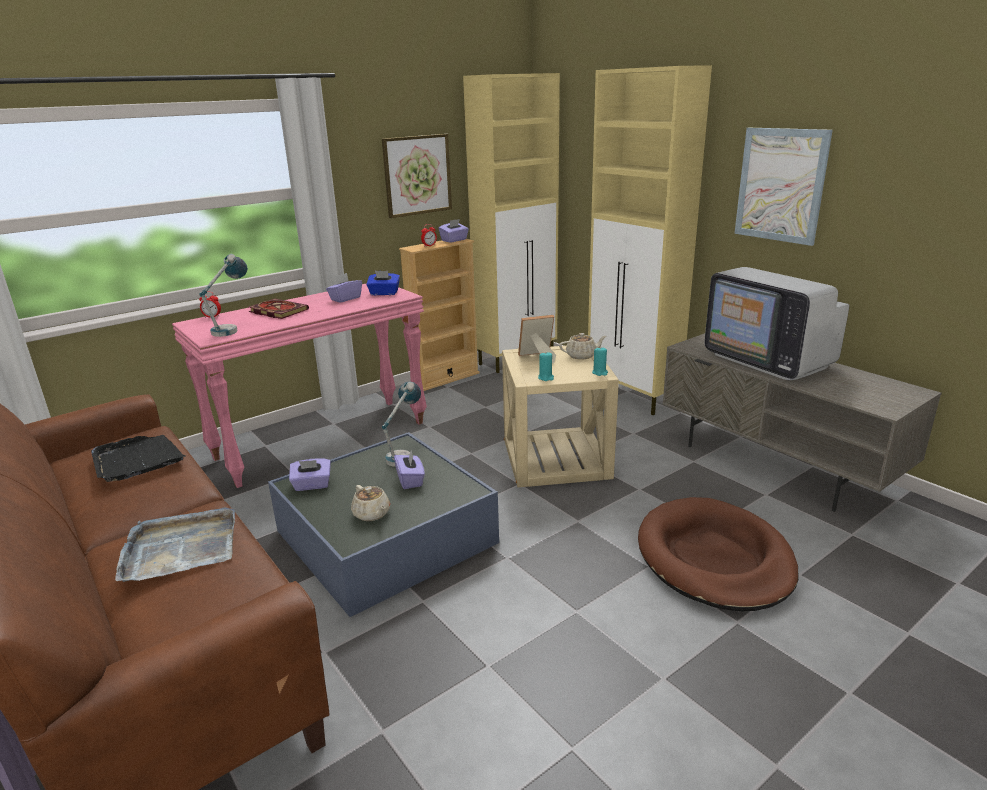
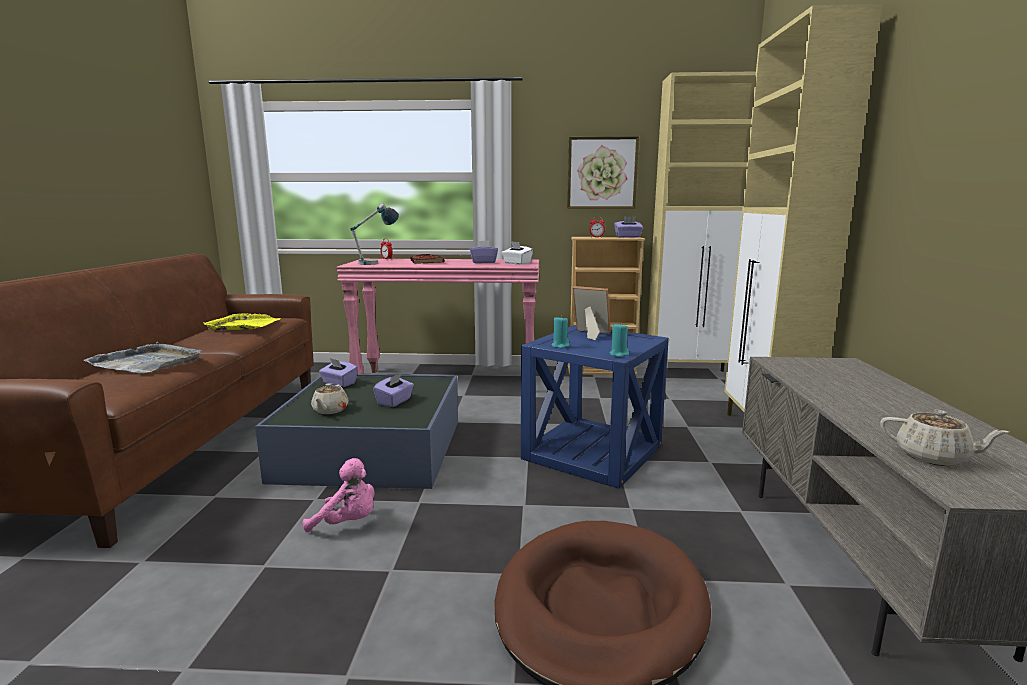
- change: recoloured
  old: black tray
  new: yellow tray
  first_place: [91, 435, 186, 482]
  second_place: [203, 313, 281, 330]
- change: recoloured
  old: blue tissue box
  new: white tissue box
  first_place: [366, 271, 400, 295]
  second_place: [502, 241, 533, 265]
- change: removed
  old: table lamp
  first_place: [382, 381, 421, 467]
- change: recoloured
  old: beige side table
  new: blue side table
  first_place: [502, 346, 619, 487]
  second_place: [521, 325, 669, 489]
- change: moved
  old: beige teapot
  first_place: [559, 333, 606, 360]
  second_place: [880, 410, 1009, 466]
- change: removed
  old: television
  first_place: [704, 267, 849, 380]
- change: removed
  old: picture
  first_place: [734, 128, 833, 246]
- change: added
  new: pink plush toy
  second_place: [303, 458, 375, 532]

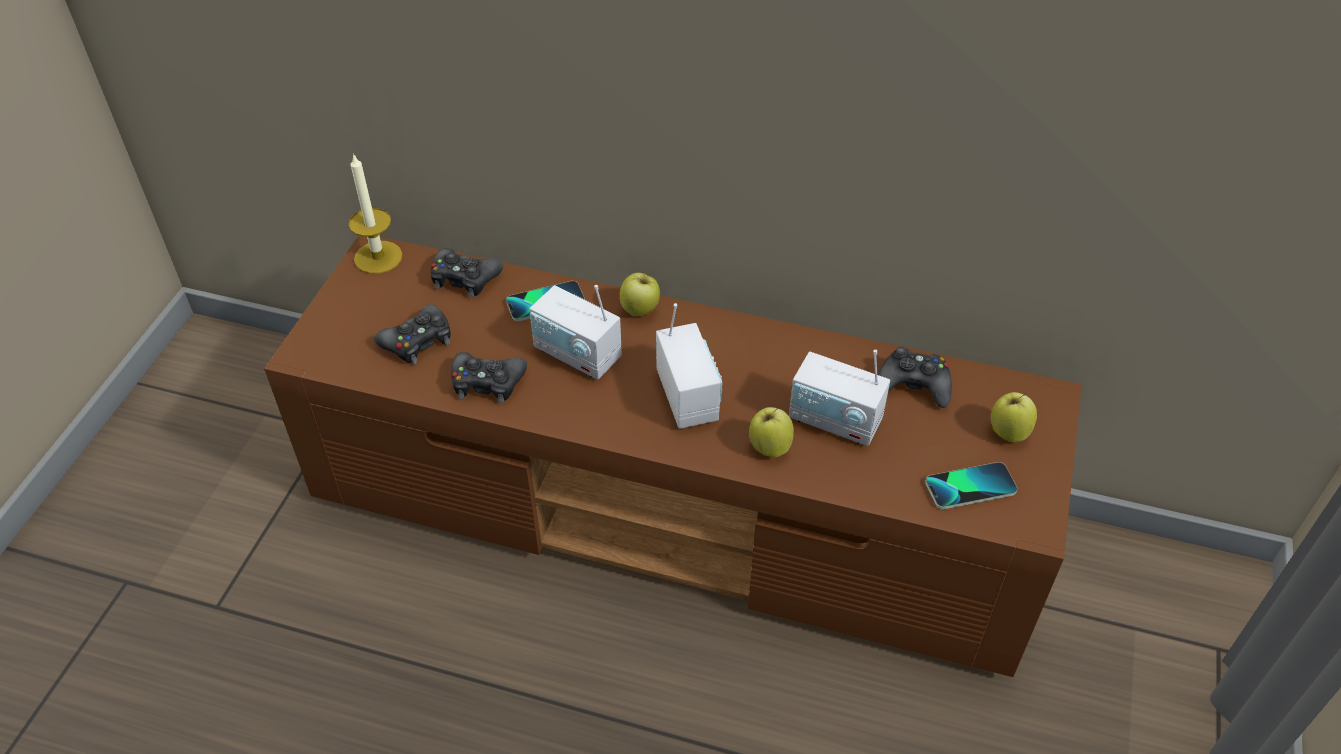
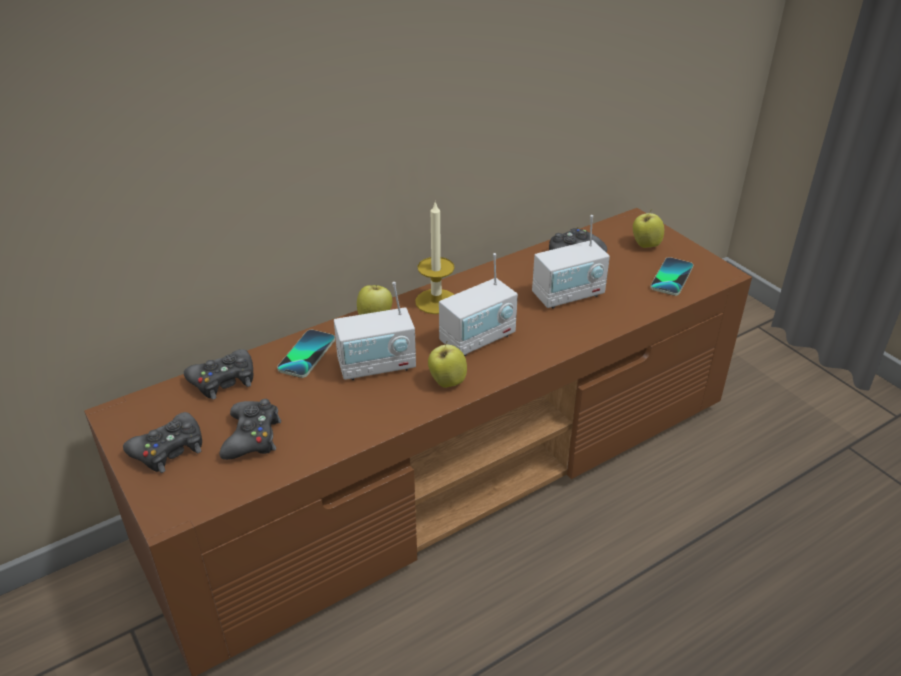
- change: moved
  old: candle
  first_place: [348, 153, 403, 274]
  second_place: [415, 202, 455, 314]
- change: moved
  old: black game controller
  first_place: [451, 352, 527, 404]
  second_place: [123, 412, 202, 473]
- change: turned
  old: radio
  first_place: [656, 303, 722, 429]
  second_place: [439, 253, 518, 356]
  degrees: 120
- change: moved
  old: apple
  first_place: [749, 407, 794, 458]
  second_place: [428, 342, 467, 388]

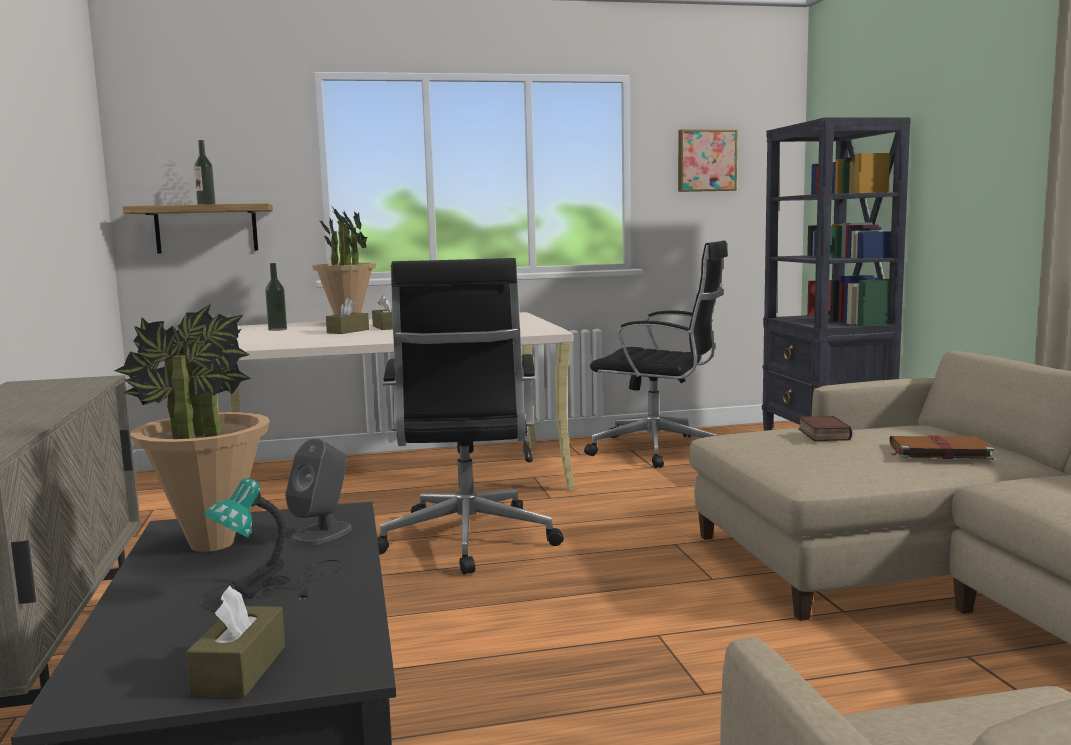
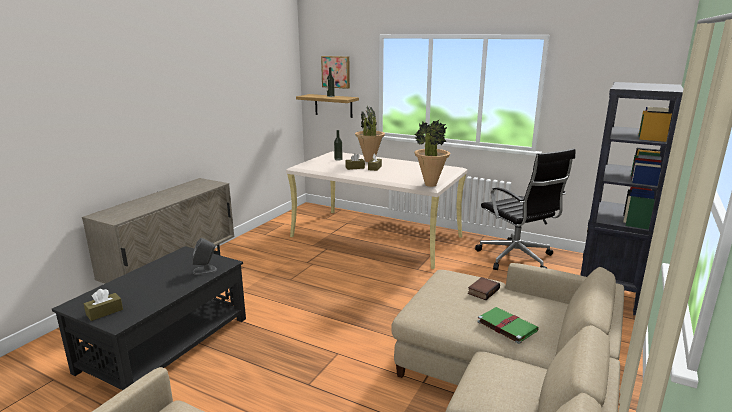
- change: moved
  old: potted plant
  first_place: [114, 304, 270, 552]
  second_place: [414, 119, 450, 187]
- change: removed
  old: table lamp
  first_place: [200, 478, 343, 612]
- change: removed
  old: black office chair
  first_place: [377, 258, 564, 575]
- change: moved
  old: picture
  first_place: [678, 129, 737, 192]
  second_place: [321, 56, 350, 89]
- change: recoloured
  old: brown book
  new: green book
  first_place: [890, 436, 995, 460]
  second_place: [477, 307, 539, 344]

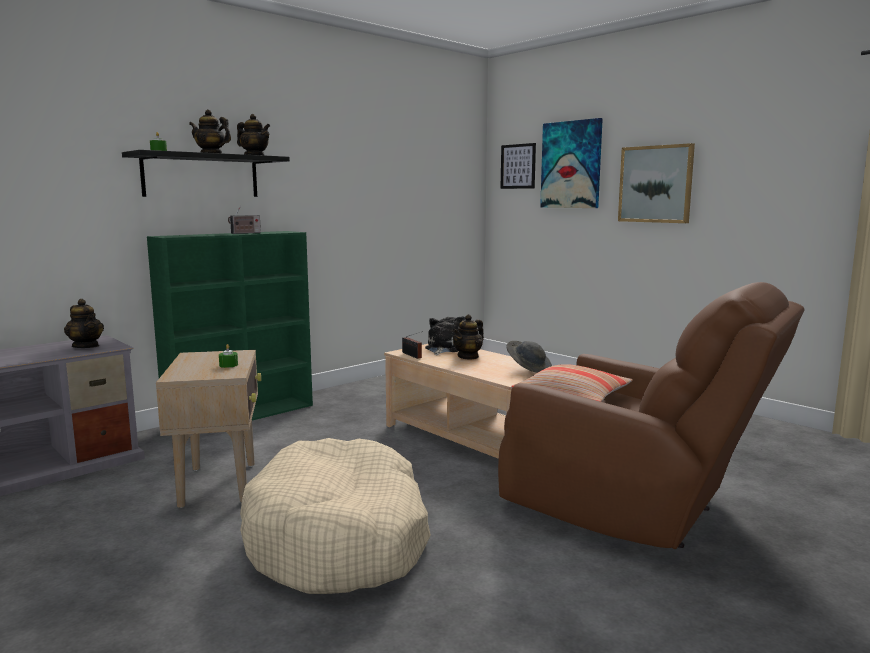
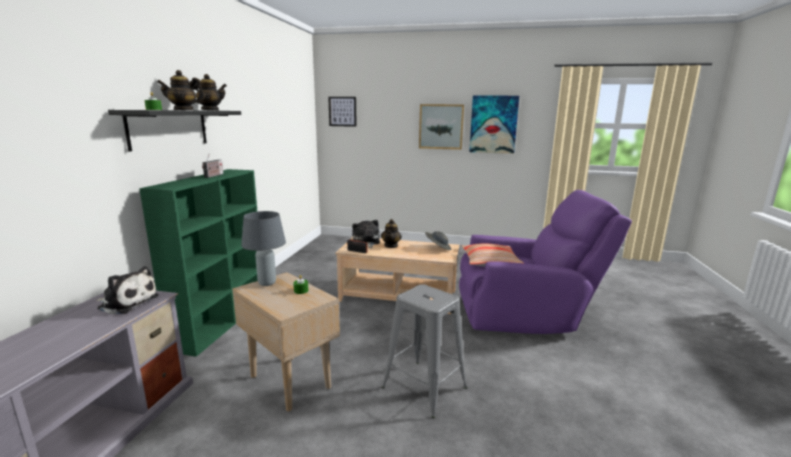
- change: replaced
  old: teapot
  new: plush toy
  first_place: [64, 299, 104, 348]
  second_place: [96, 266, 159, 314]
- change: replaced
  old: beige dog bed
  new: grey stool
  first_place: [240, 438, 431, 594]
  second_place: [382, 284, 468, 418]
- change: recoloured
  old: brown armchair
  new: purple armchair
  first_place: [498, 282, 805, 549]
  second_place: [459, 190, 632, 334]
- change: moved
  old: picture
  first_place: [540, 118, 603, 208]
  second_place: [469, 95, 519, 154]
- change: added
  new: grey table lamp
  second_place: [241, 211, 286, 286]

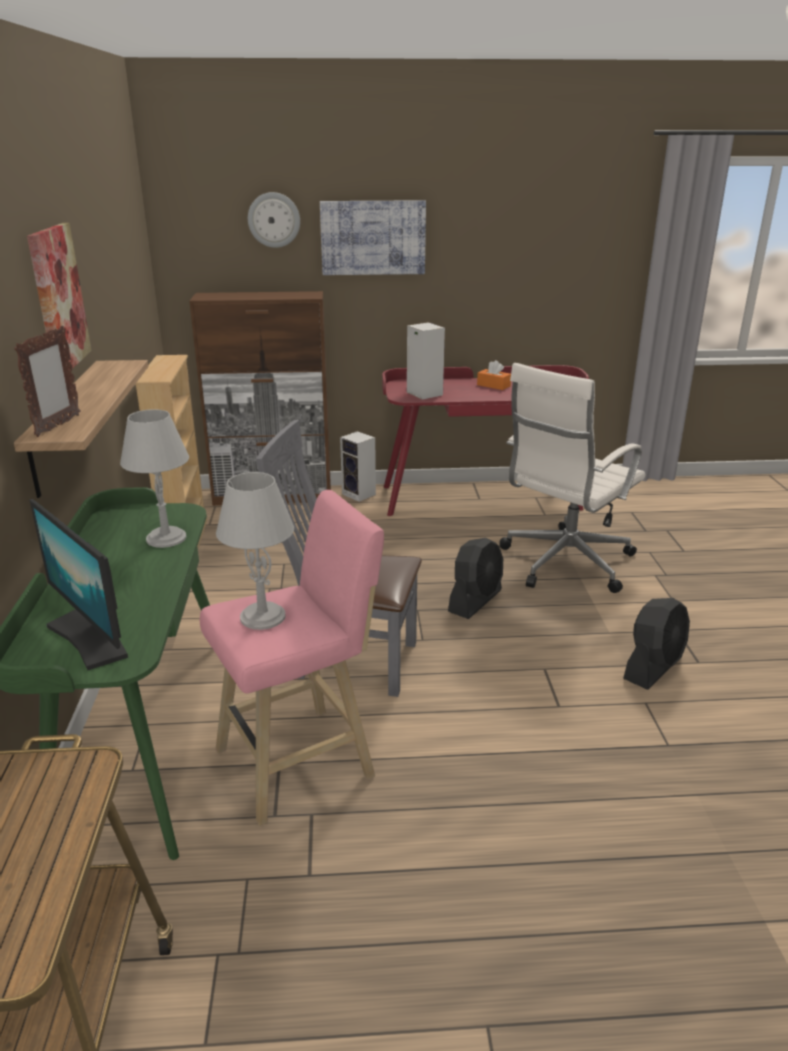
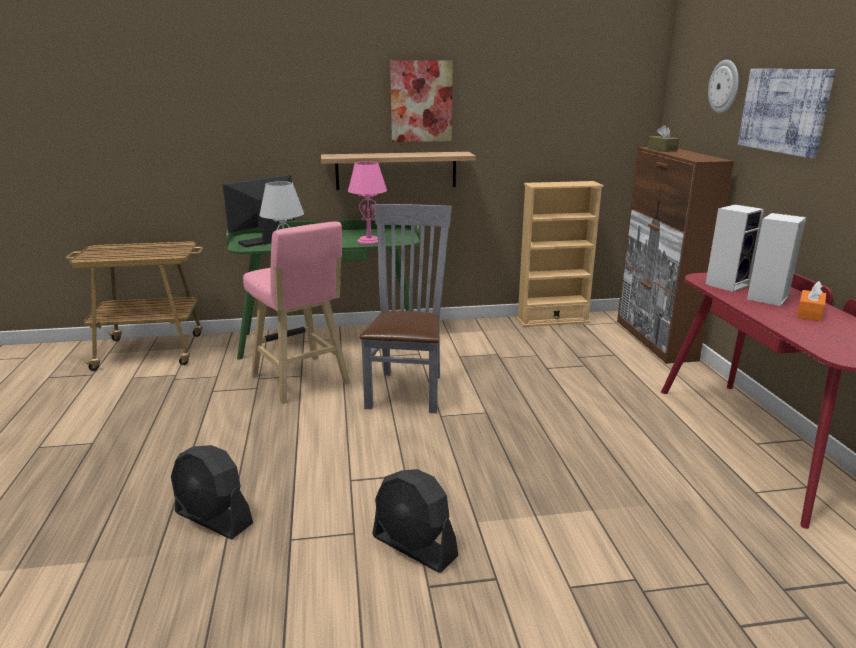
- change: removed
  old: picture frame
  first_place: [14, 326, 81, 437]
- change: recoloured
  old: grey table lamp
  new: pink table lamp
  first_place: [120, 409, 189, 548]
  second_place: [348, 162, 387, 244]
- change: moved
  old: speaker
  first_place: [340, 431, 376, 502]
  second_place: [747, 213, 806, 306]
- change: moved
  old: black fan
  first_place: [448, 538, 503, 619]
  second_place: [171, 445, 253, 539]
- change: removed
  old: white office chair
  first_place: [499, 363, 645, 593]
- change: added
  new: brown tissue box
  second_place: [648, 125, 679, 152]

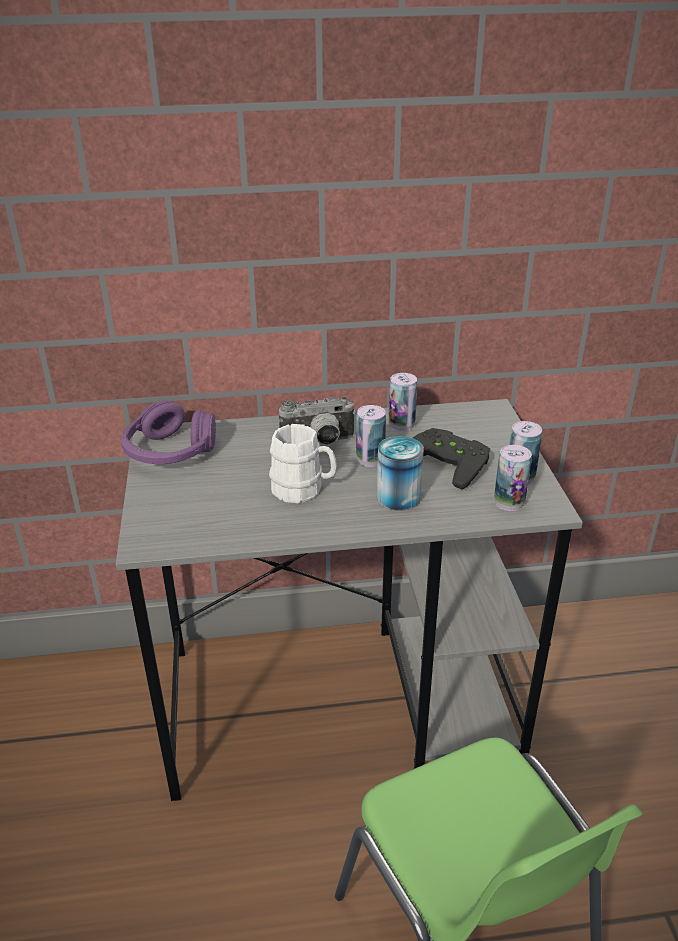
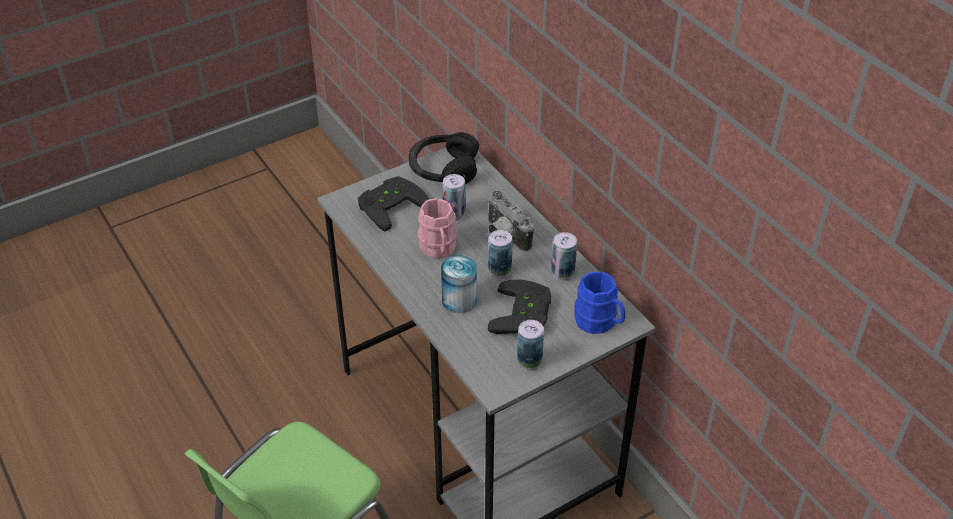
- change: recoloured
  old: purple headphones
  new: black headphones
  first_place: [121, 401, 216, 465]
  second_place: [409, 132, 479, 184]
- change: recoloured
  old: white mug
  new: pink mug
  first_place: [269, 424, 337, 503]
  second_place: [418, 198, 456, 259]
- change: moved
  old: can
  first_place: [494, 445, 532, 511]
  second_place: [443, 174, 466, 221]
- change: added
  new: black game controller
  second_place: [358, 176, 429, 232]
- change: added
  new: blue mug
  second_place: [574, 271, 625, 334]

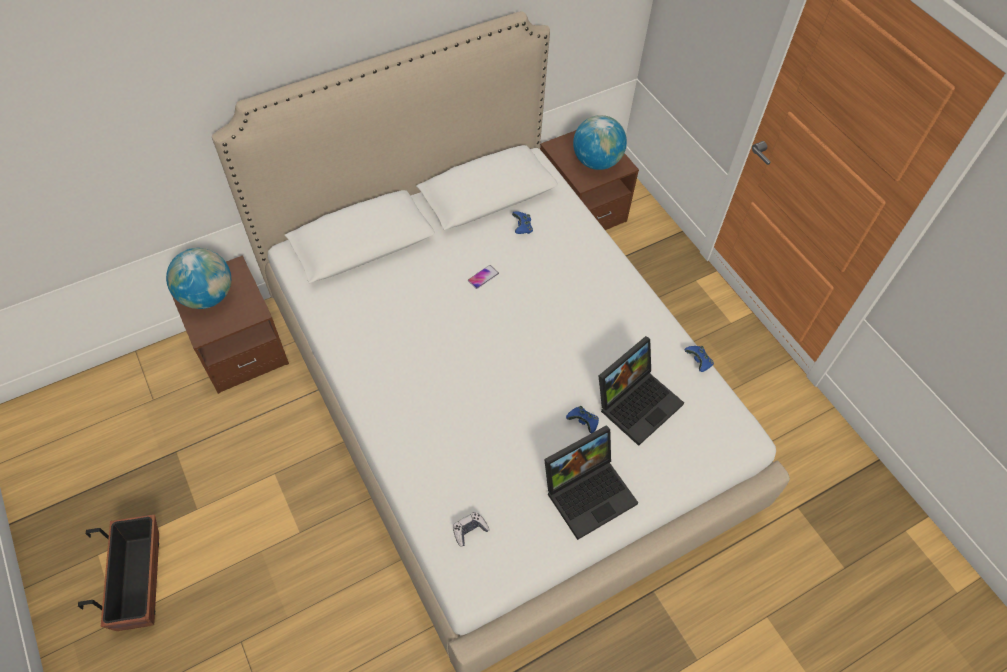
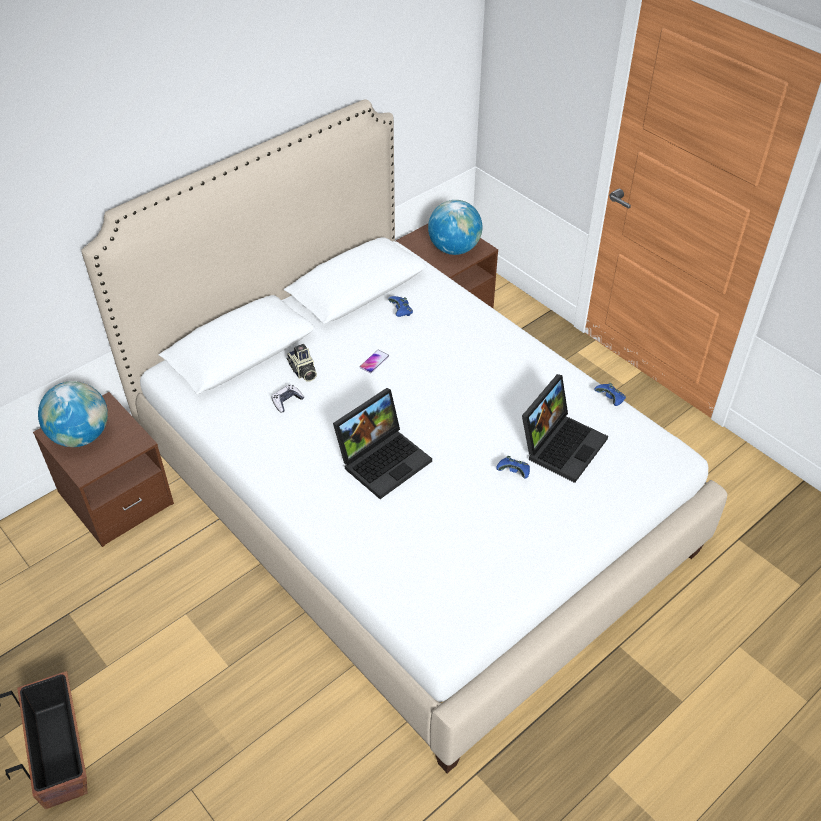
- change: moved
  old: game controller
  first_place: [453, 512, 490, 547]
  second_place: [271, 384, 304, 413]
- change: moved
  old: laptop
  first_place: [544, 425, 638, 540]
  second_place: [333, 388, 432, 499]
- change: added
  new: photo camera
  second_place: [287, 344, 317, 381]

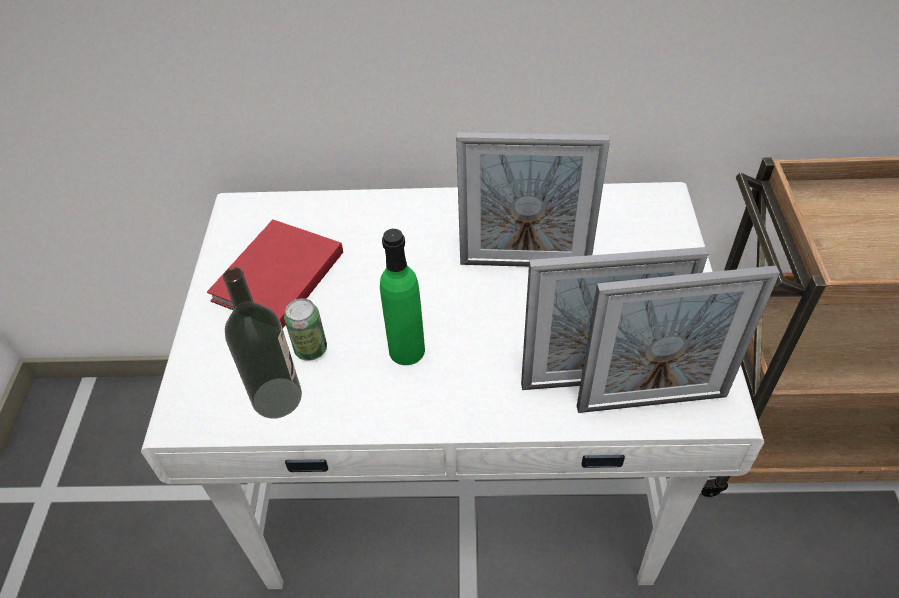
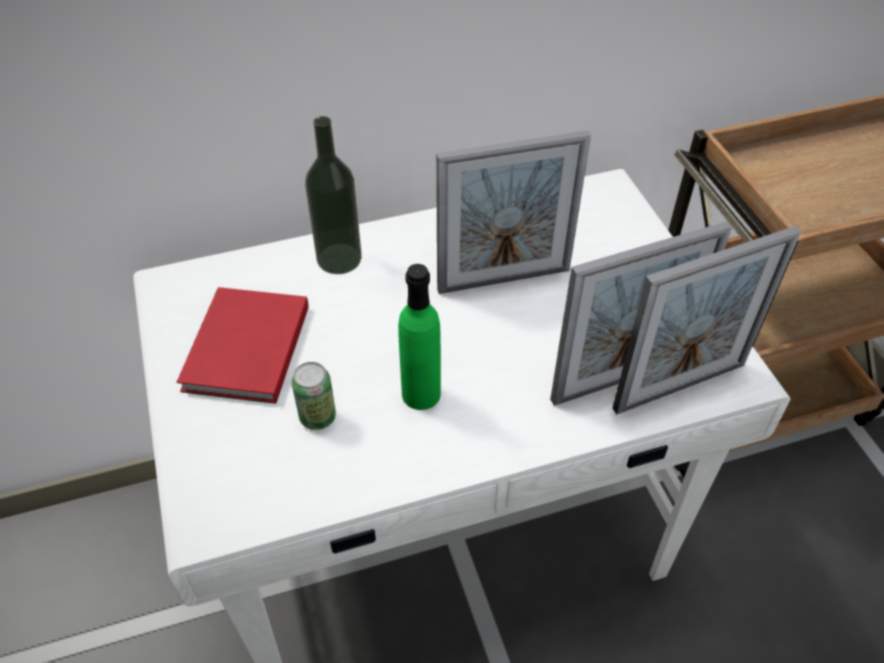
- change: moved
  old: bottle
  first_place: [223, 267, 302, 419]
  second_place: [305, 116, 362, 274]

